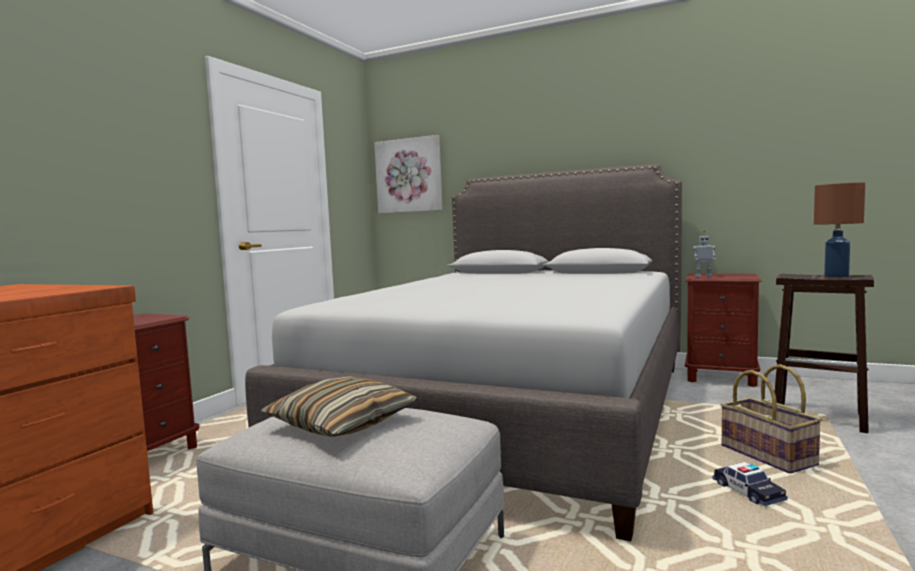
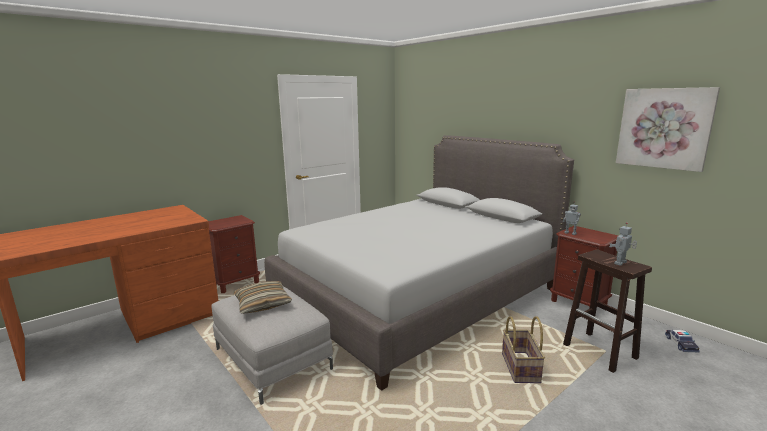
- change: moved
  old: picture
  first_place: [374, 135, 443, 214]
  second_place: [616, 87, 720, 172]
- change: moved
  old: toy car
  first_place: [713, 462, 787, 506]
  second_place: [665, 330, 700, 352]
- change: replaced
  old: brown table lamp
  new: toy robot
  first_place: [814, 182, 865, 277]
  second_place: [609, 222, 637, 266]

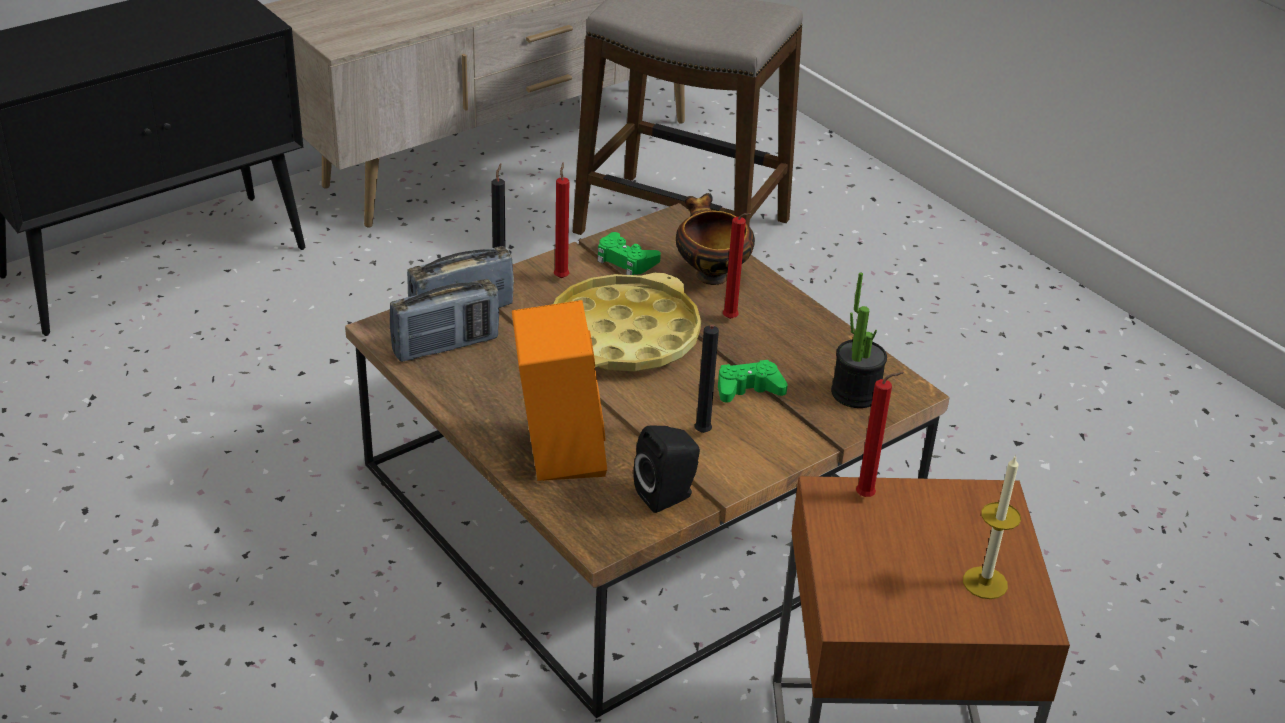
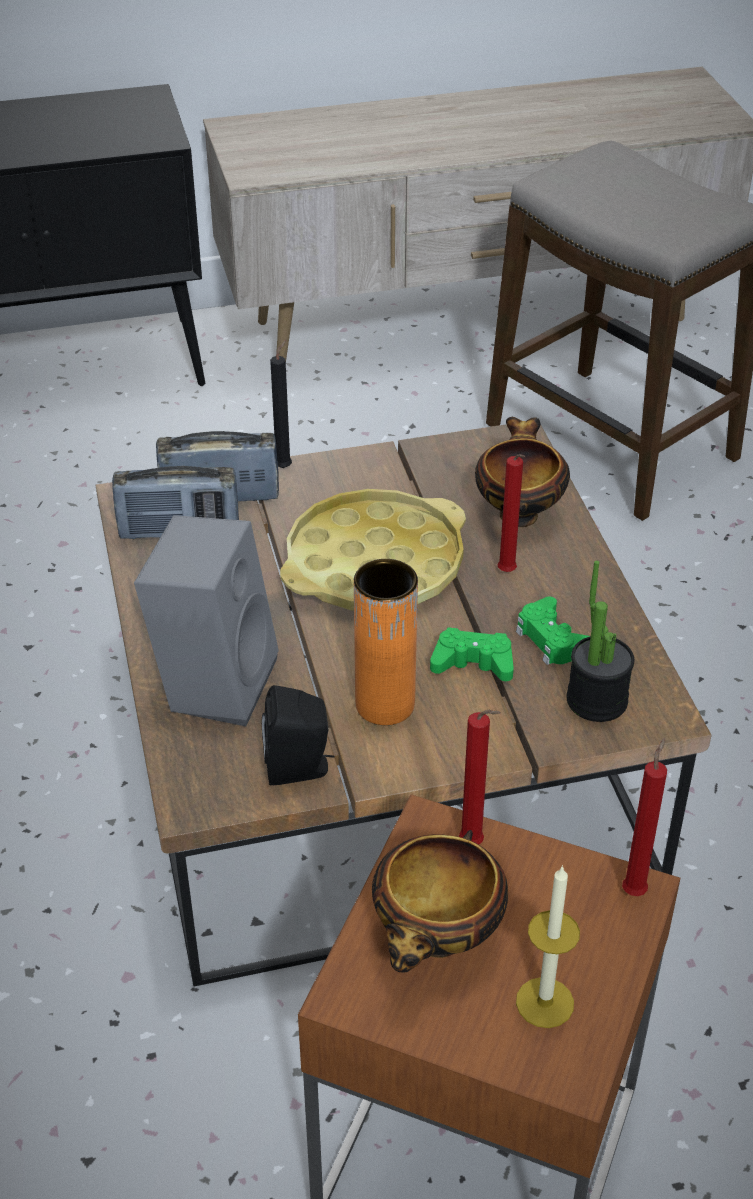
- change: recoloured
  old: orange speaker
  new: grey speaker
  first_place: [512, 300, 607, 481]
  second_place: [134, 515, 279, 726]
- change: moved
  old: red candle
  first_place: [554, 162, 569, 278]
  second_place: [622, 738, 667, 896]
- change: moved
  old: green game controller
  first_place: [597, 232, 661, 275]
  second_place: [516, 597, 591, 665]
- change: replaced
  old: black candle
  new: orange vase
  first_place: [695, 325, 719, 433]
  second_place: [354, 559, 418, 725]
- change: added
  new: bowl
  second_place: [372, 830, 508, 973]

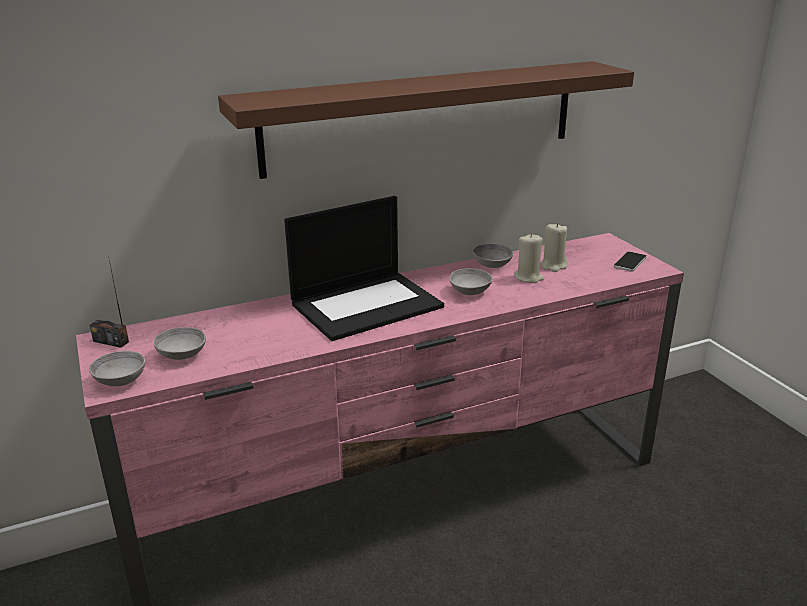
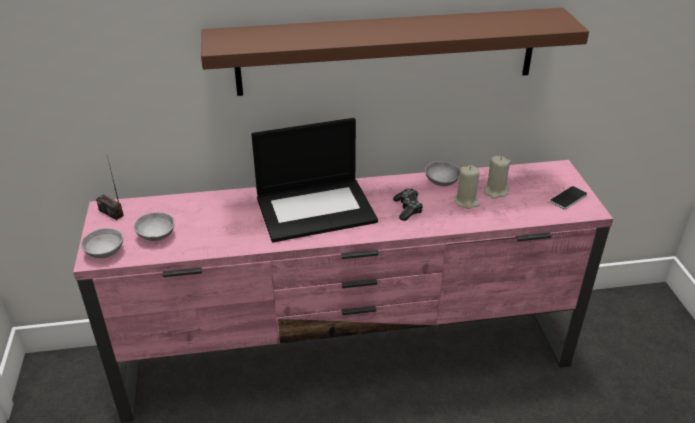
- change: replaced
  old: grey bowl
  new: game controller
  first_place: [449, 268, 493, 295]
  second_place: [393, 188, 423, 221]

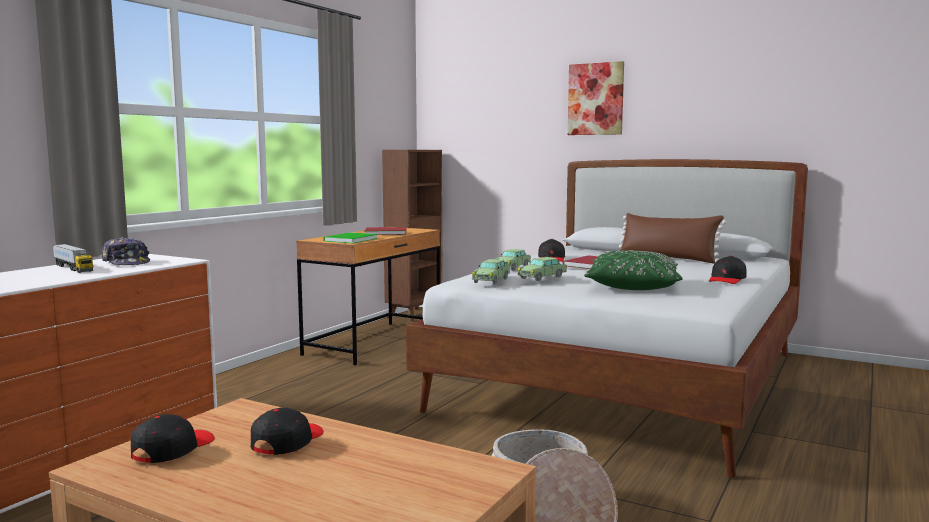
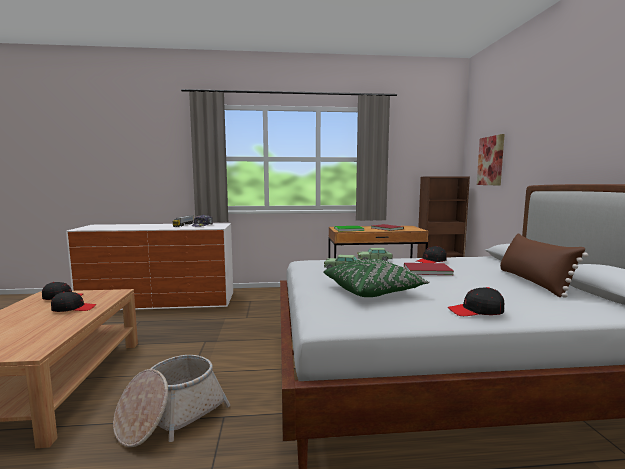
- change: removed
  old: toy car
  first_place: [472, 259, 510, 284]
- change: moved
  old: picture
  first_place: [568, 61, 624, 135]
  second_place: [477, 134, 505, 185]

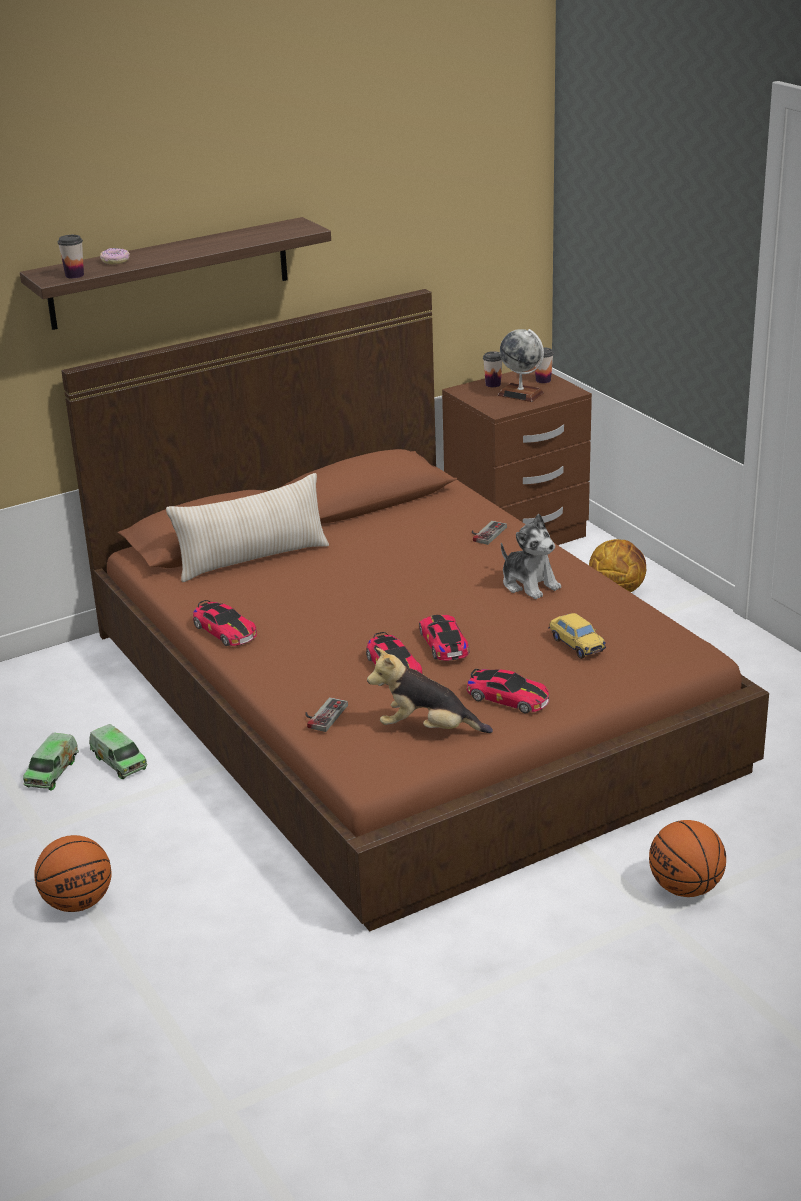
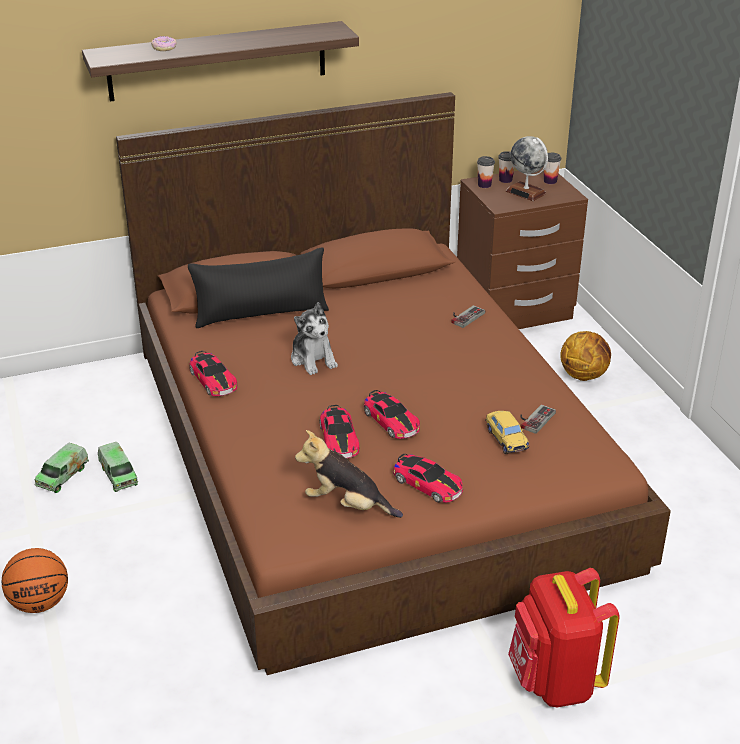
- change: moved
  old: cup
  first_place: [58, 235, 84, 278]
  second_place: [477, 156, 495, 188]
- change: recoloured
  old: beige pillow
  new: black pillow
  first_place: [166, 473, 329, 582]
  second_place: [188, 247, 329, 328]
- change: moved
  old: game controller
  first_place: [306, 697, 348, 732]
  second_place: [520, 404, 556, 434]
- change: turned
  old: toy car
  first_place: [419, 615, 469, 661]
  second_place: [364, 390, 420, 439]
  degrees: 150
- change: moved
  old: plush toy
  first_place: [501, 514, 561, 599]
  second_place: [291, 302, 338, 375]
- change: replaced
  old: basketball
  new: red backpack
  first_place: [649, 820, 726, 897]
  second_place: [508, 568, 620, 707]

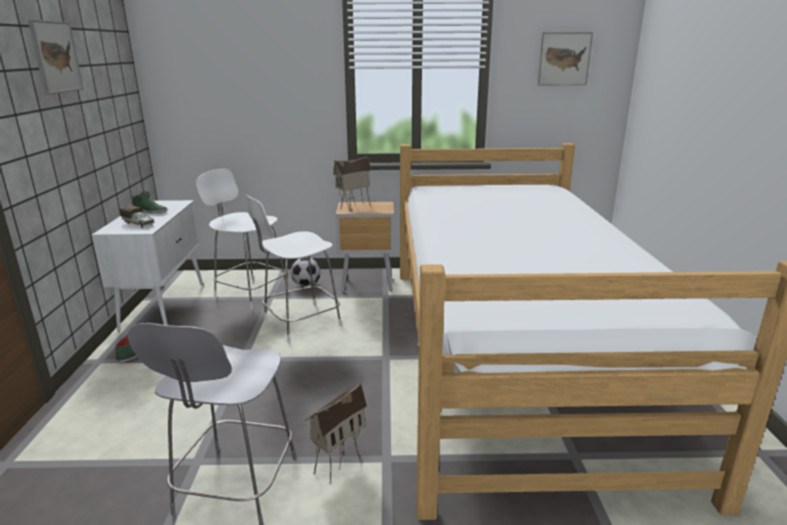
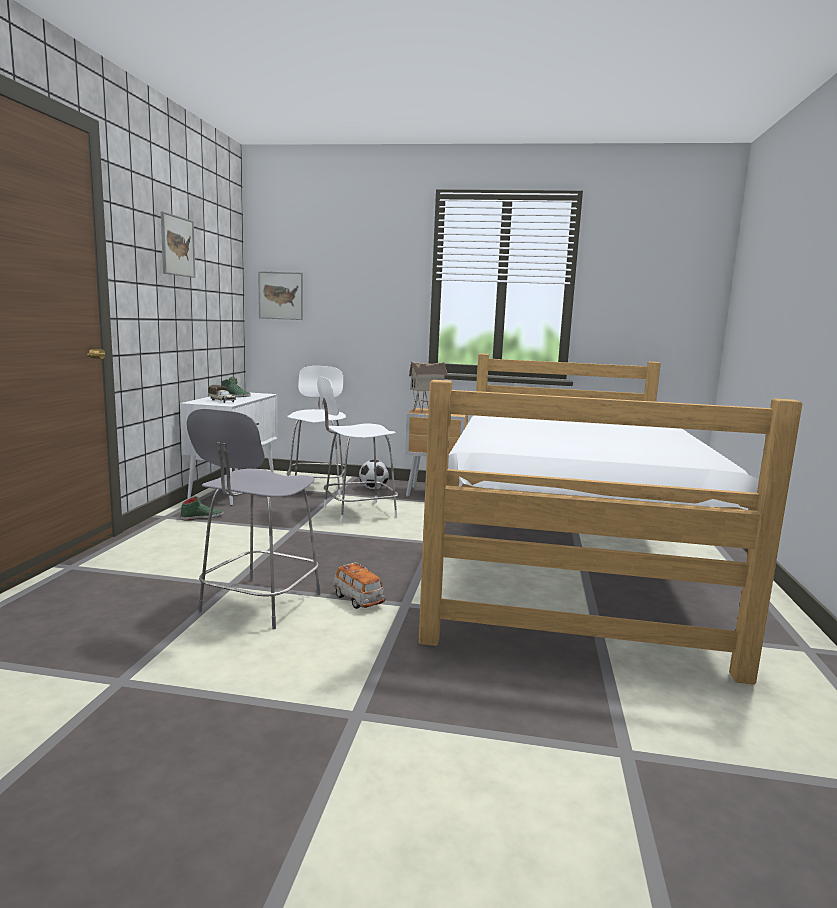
- change: turned
  old: white chair
  first_place: [196, 169, 289, 309]
  second_place: [287, 366, 346, 497]
  degrees: 45
- change: replaced
  old: toy house
  new: toy car
  first_place: [305, 383, 367, 484]
  second_place: [333, 562, 385, 609]
- change: moved
  old: picture
  first_place: [537, 32, 593, 86]
  second_place: [258, 271, 303, 320]

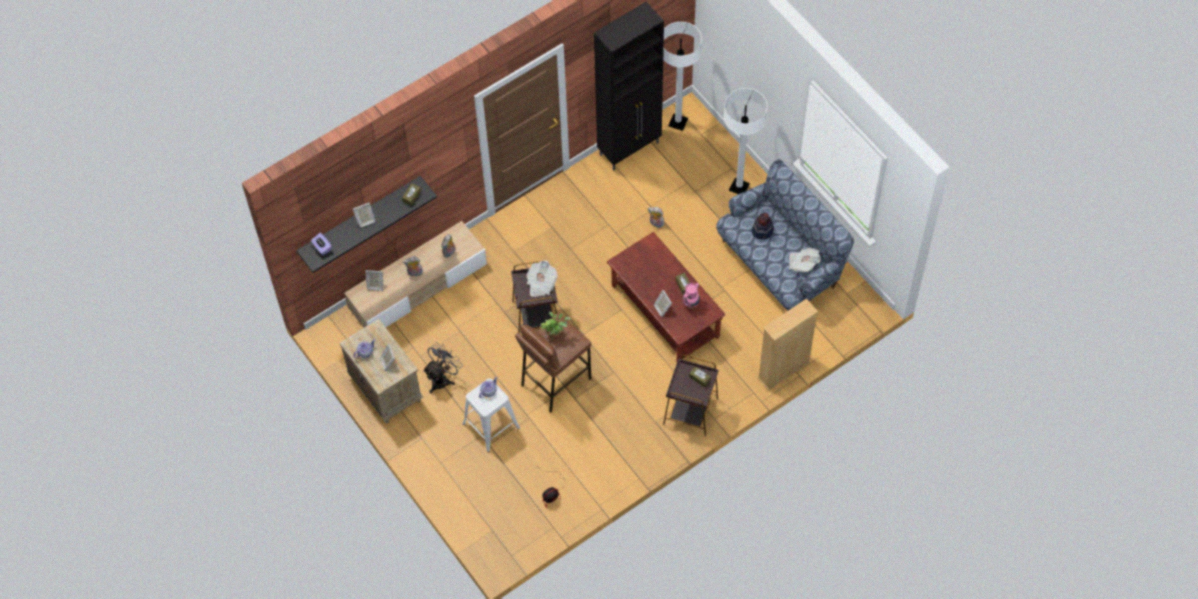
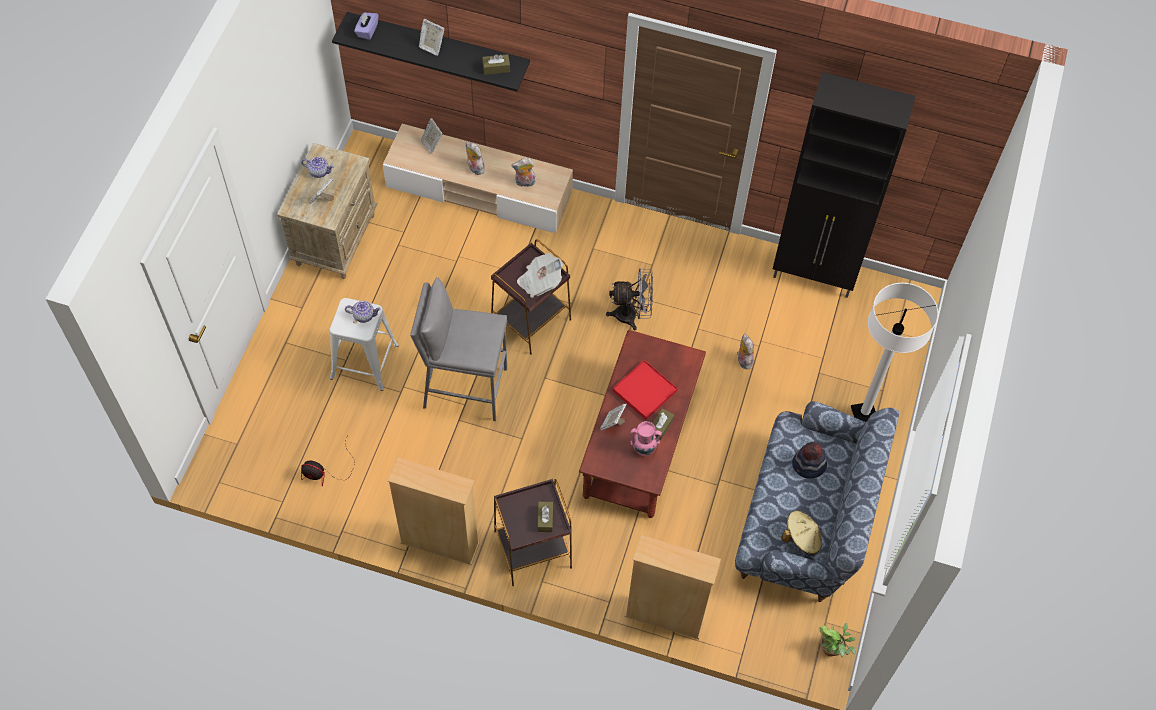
- change: moved
  old: grey fan
  first_place: [423, 342, 463, 393]
  second_place: [606, 268, 653, 330]
- change: recoloured
  old: brown stool
  new: grey stool
  first_place: [515, 313, 591, 413]
  second_place: [410, 277, 507, 421]
- change: moved
  old: potted plant
  first_place: [541, 312, 571, 339]
  second_place: [820, 623, 856, 657]
- change: removed
  old: white floor lamp
  first_place: [663, 22, 702, 131]
- change: replaced
  old: newspaper
  new: beige hat
  first_place: [789, 248, 821, 272]
  second_place: [781, 511, 822, 555]
- change: added
  new: beige bookcase
  second_place: [388, 457, 480, 565]
- change: added
  new: red tray
  second_place: [613, 360, 678, 420]

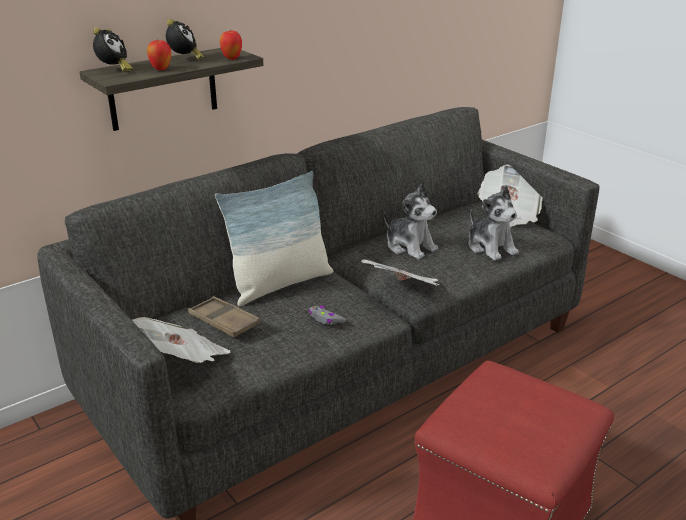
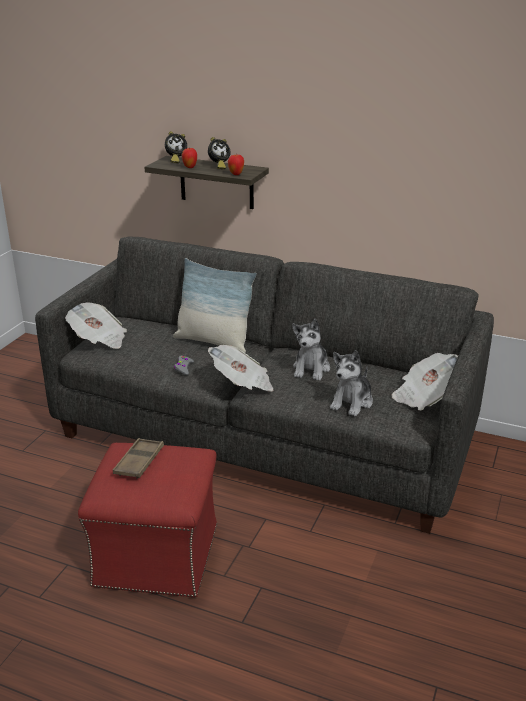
- change: moved
  old: brown tray
  first_place: [188, 296, 260, 337]
  second_place: [113, 438, 164, 479]

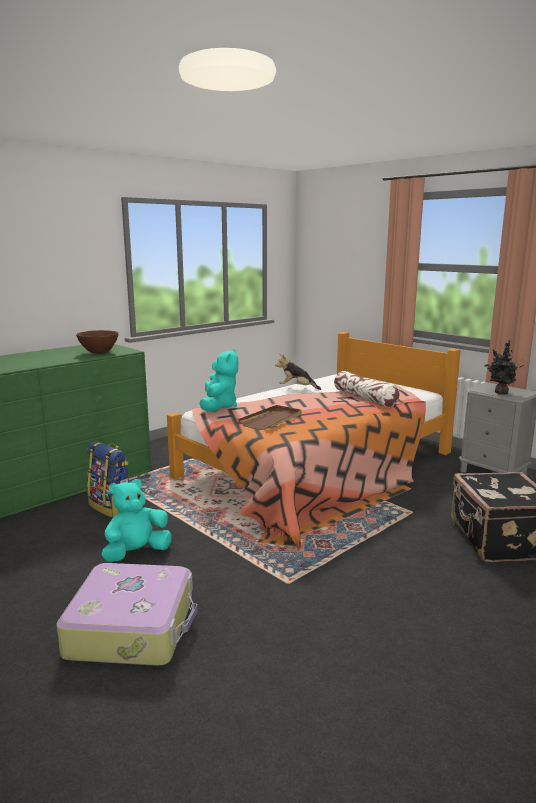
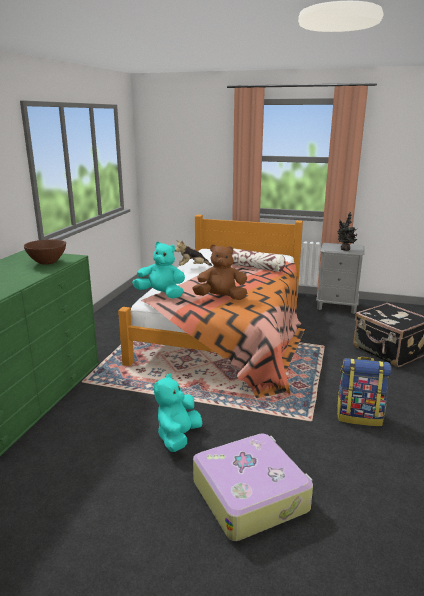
- change: moved
  old: backpack
  first_place: [87, 441, 129, 518]
  second_place: [336, 357, 391, 426]
- change: turned
  old: turquoise plush toy
  first_place: [199, 349, 238, 412]
  second_place: [132, 242, 185, 298]
  degrees: -45
- change: replaced
  old: brown tray
  new: brown plush toy
  first_place: [238, 405, 302, 430]
  second_place: [192, 244, 247, 300]

